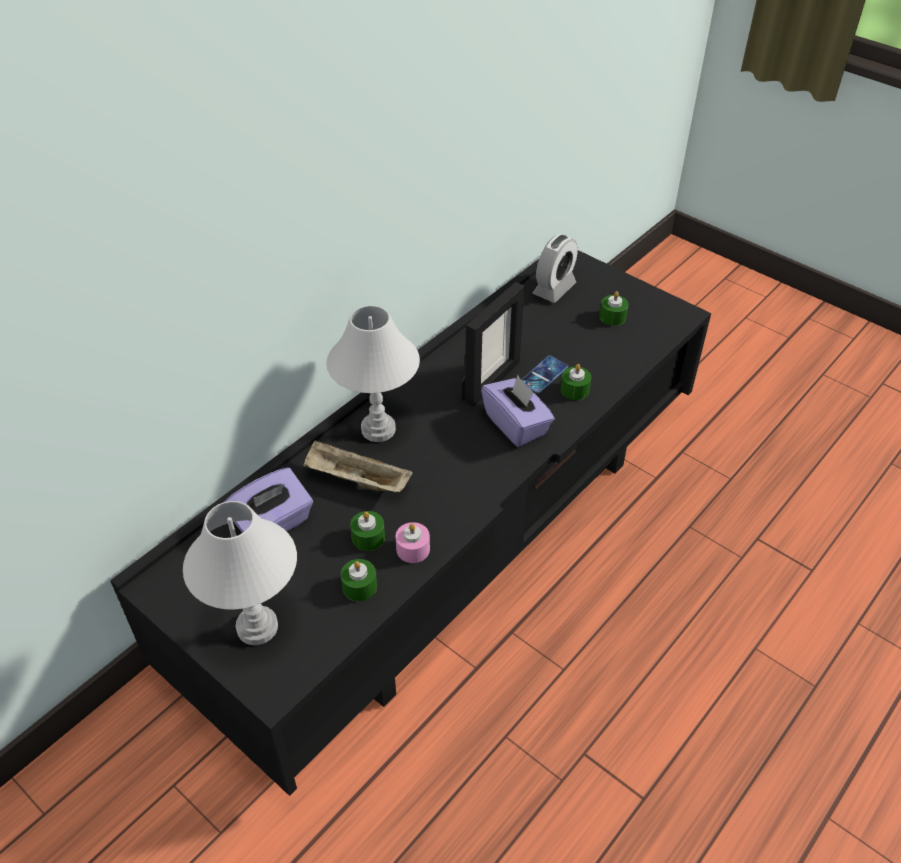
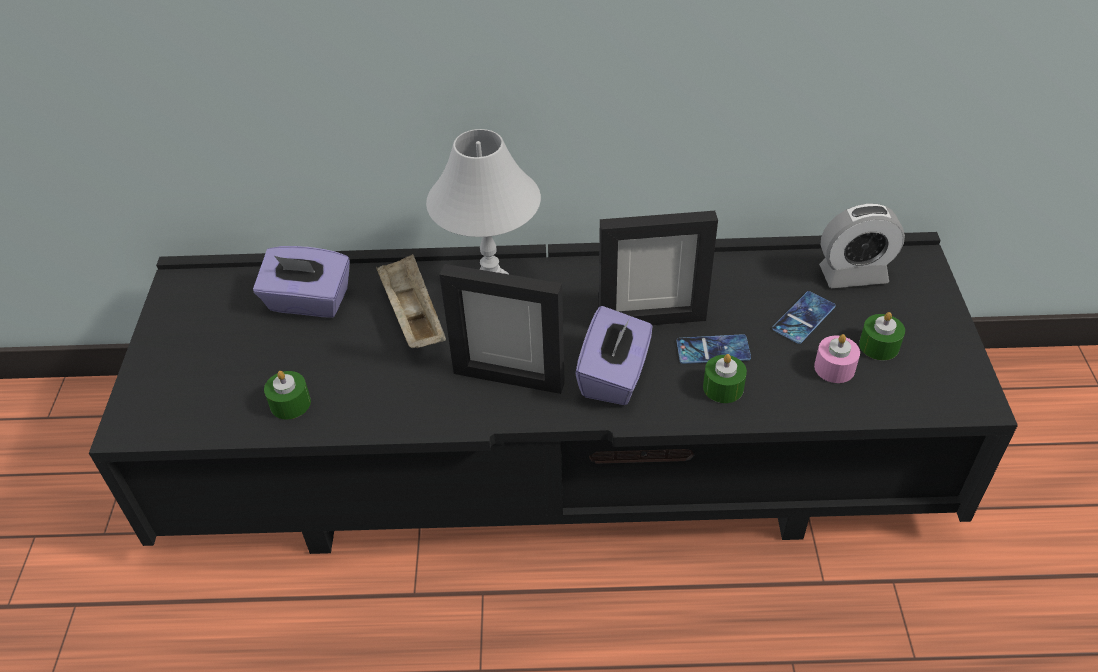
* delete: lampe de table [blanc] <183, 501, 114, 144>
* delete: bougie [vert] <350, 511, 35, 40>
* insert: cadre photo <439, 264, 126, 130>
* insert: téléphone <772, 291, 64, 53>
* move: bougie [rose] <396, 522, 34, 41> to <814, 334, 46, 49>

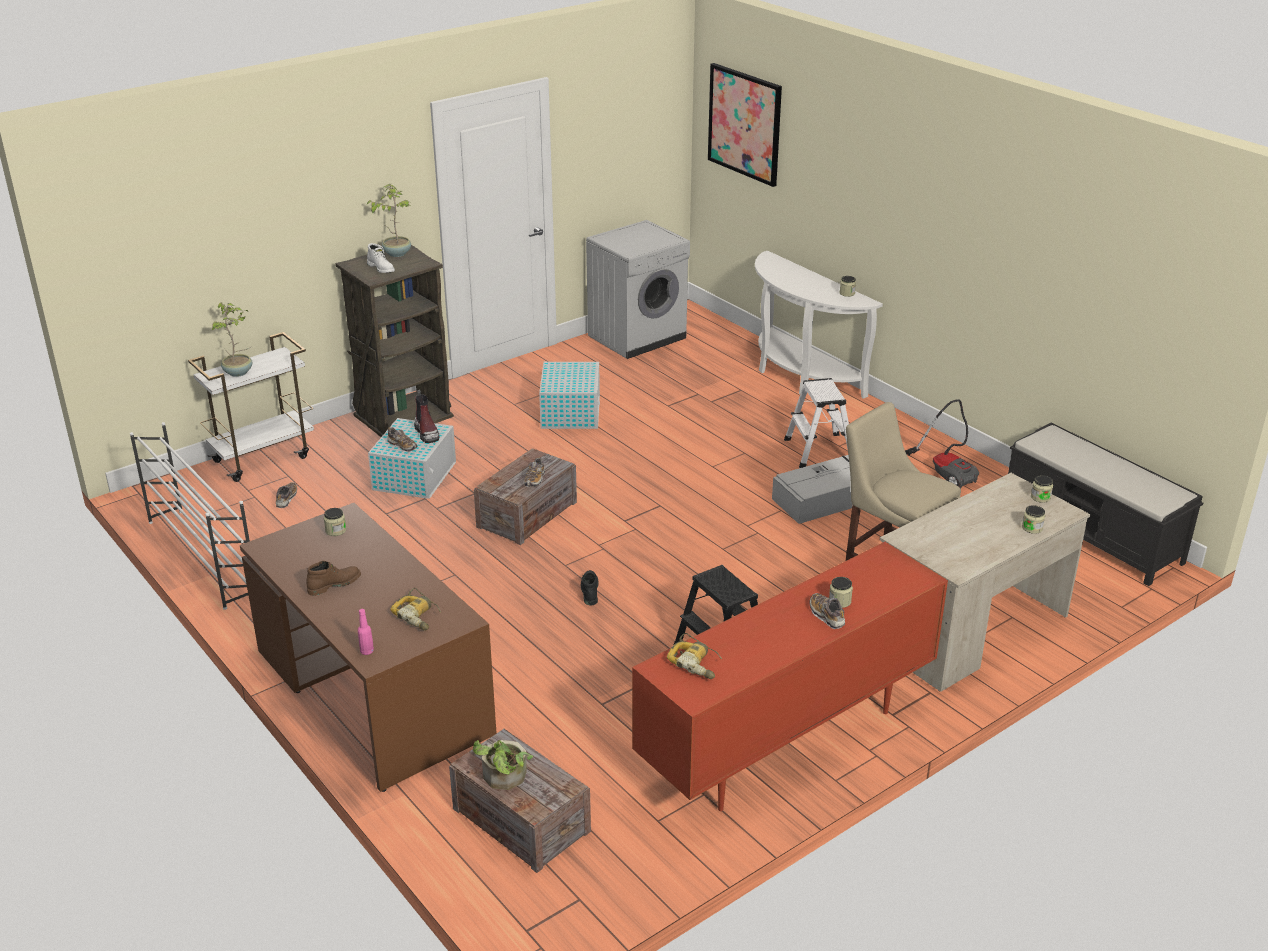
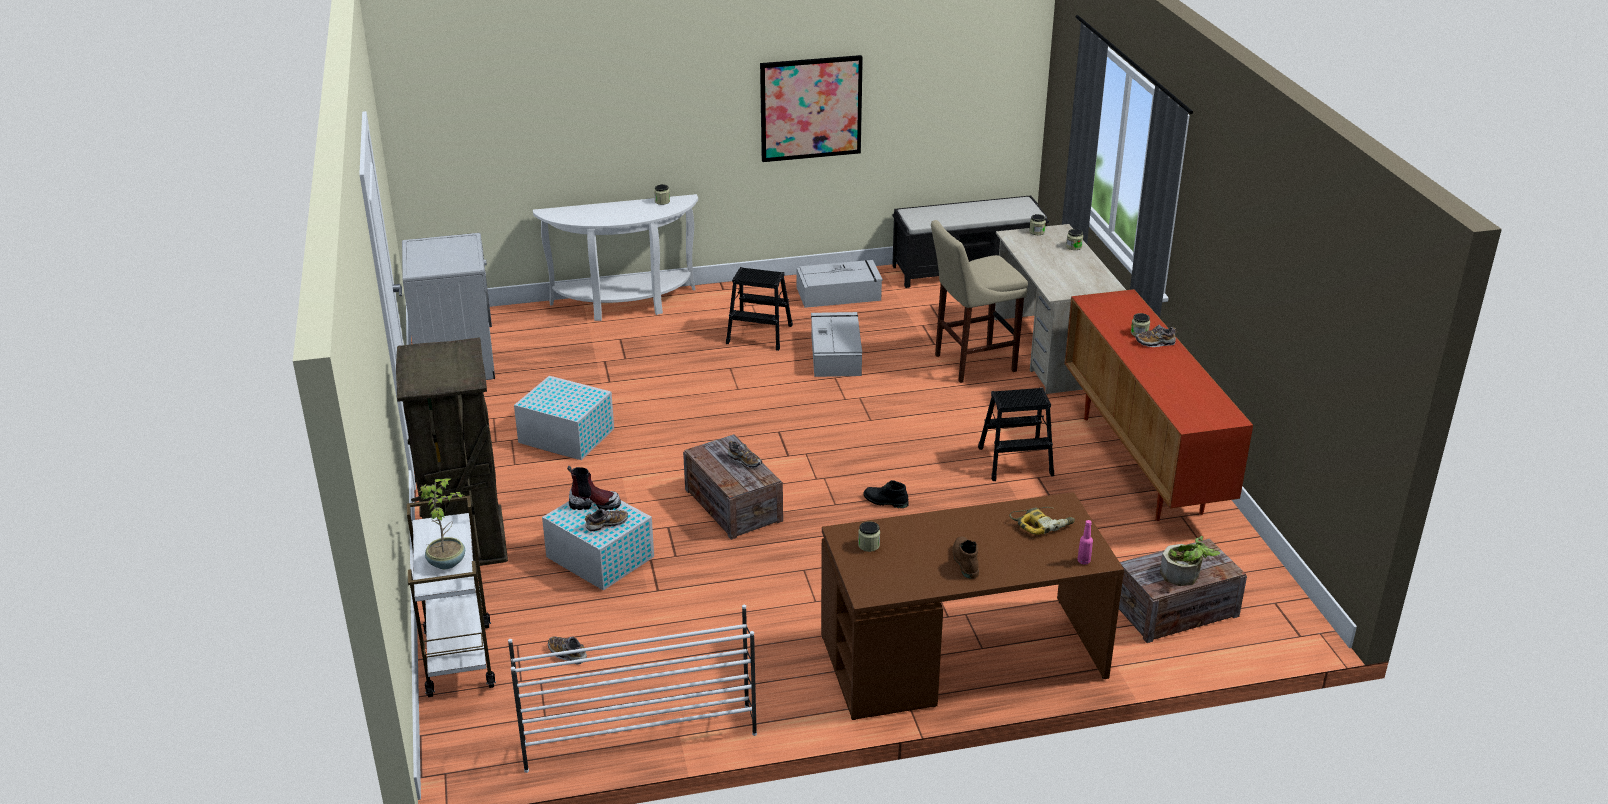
* delete: plante en pot <367, 184, 45, 73>
* delete: botte [blanc] <367, 243, 28, 30>
* delete: perceuse <667, 633, 55, 46>
* move: tableau <708, 63, 74, 124> to <760, 55, 103, 107>
* replace: aspirateur <905, 399, 74, 89> to boîte de rangement [gris] <796, 260, 87, 48>
* recolor: escabeau [blanc] <784, 378, 65, 90> to escabeau [noir] <726, 267, 67, 84>

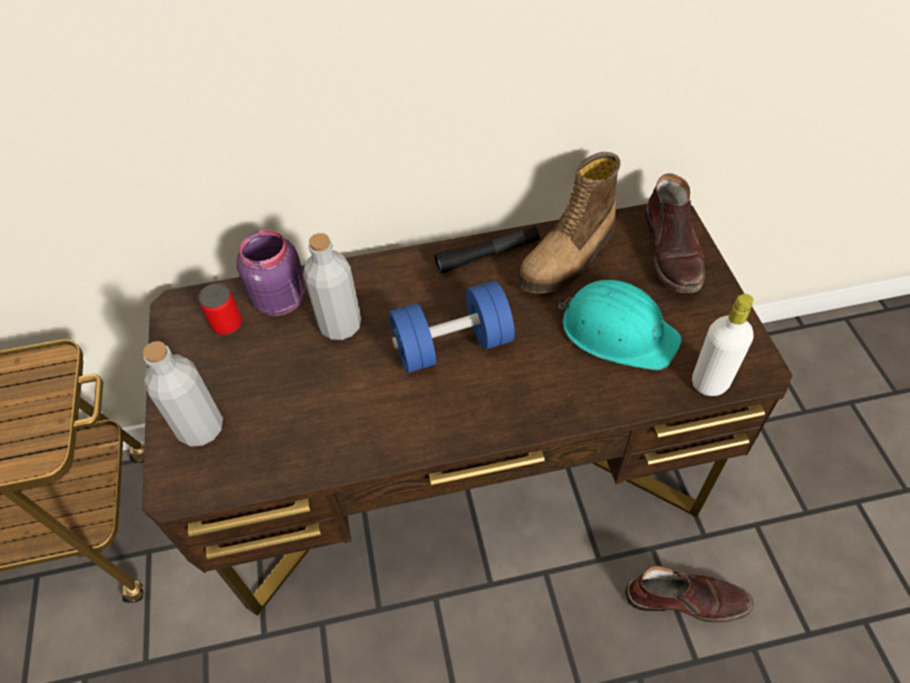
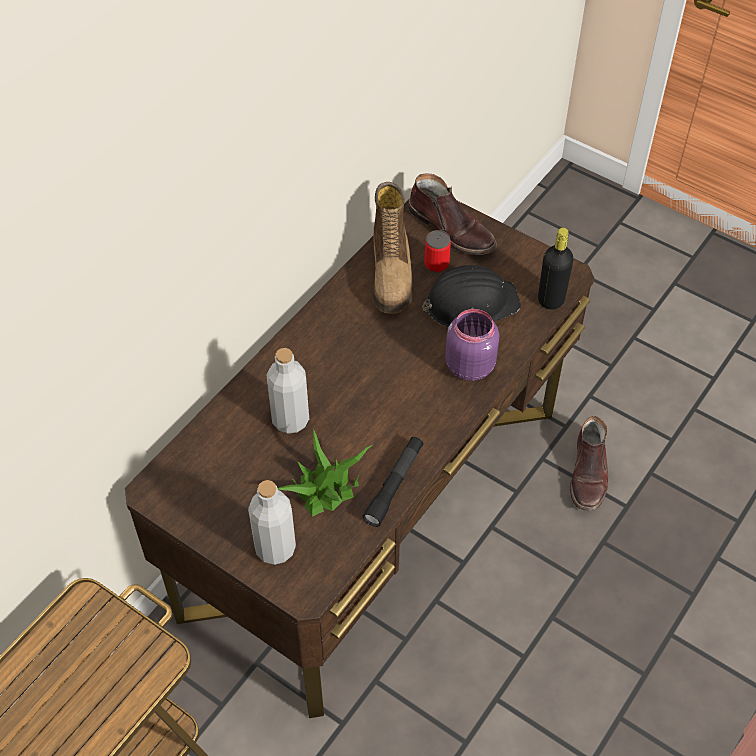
* delete: haltère [bleu] <389, 281, 126, 92>
* insert: plante en pot <278, 428, 95, 89>
* move: boîte métallique <199, 283, 43, 53> to <424, 230, 27, 43>
* move: bocal [violet] <237, 230, 69, 86> to <445, 309, 54, 72>
* move: lampe de poche [noir] <435, 227, 105, 47> to <362, 437, 61, 90>
* recolor: casque de chantier [turquoise] <558, 280, 124, 90> to casque de chantier [noir] <422, 265, 99, 62>
* recolor: bouteille [blanc] <692, 294, 62, 102> to bouteille [noir] <538, 228, 35, 82>
* rotate: botte [marron] <625, 566, 129, 57> = <570, 416, 38, 95> 135 degrees clockwise

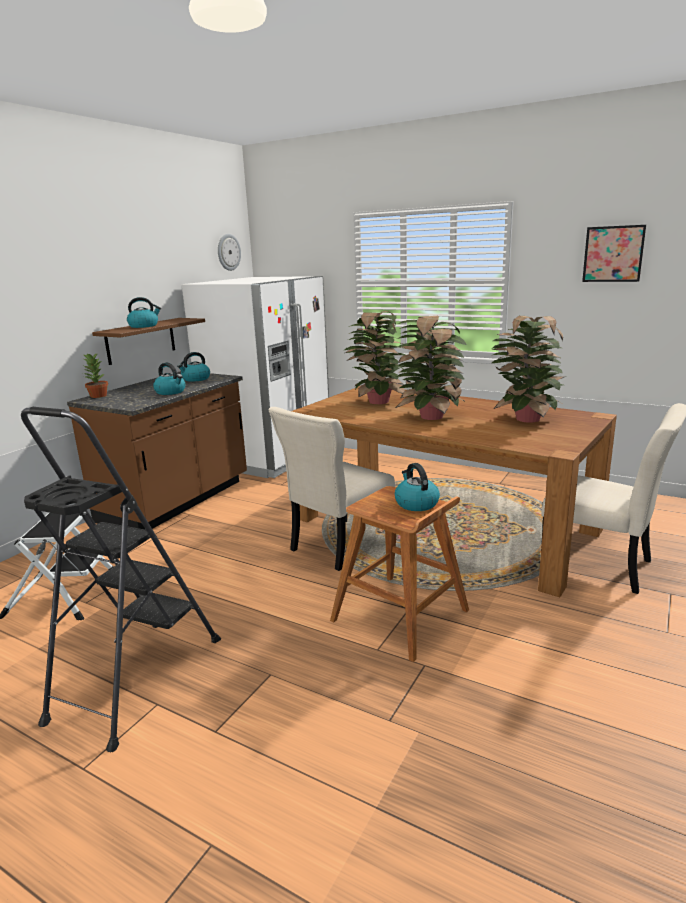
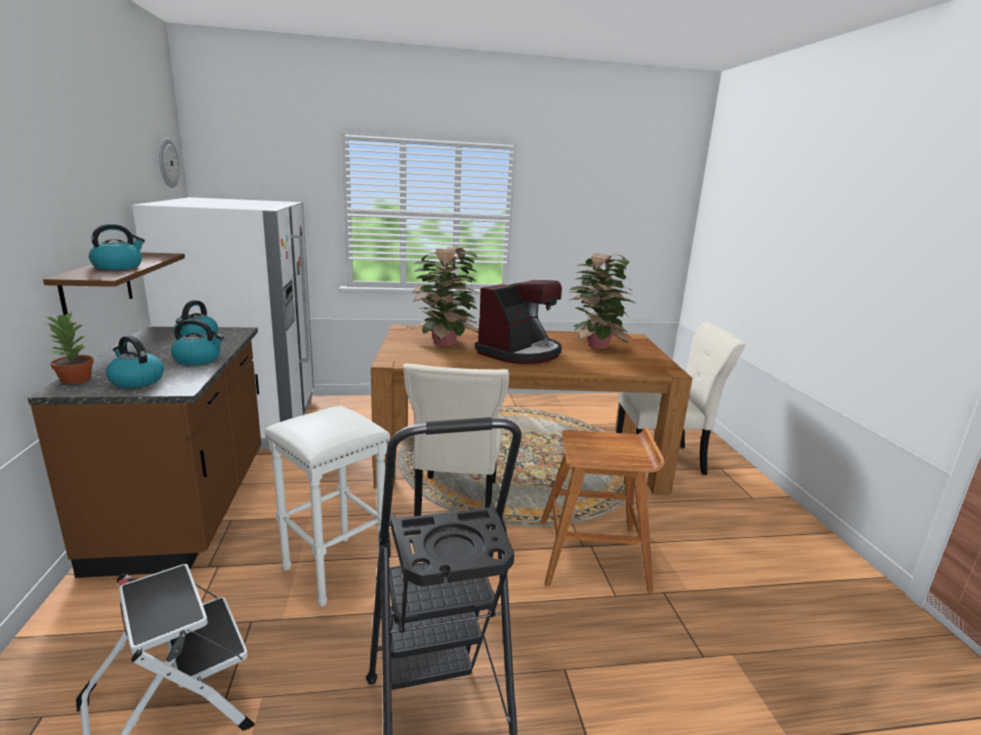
* delete: tableau <582, 225, 64, 57>
* insert: tabouret [blanc] <265, 406, 125, 201>
* move: bouilloire <395, 463, 45, 48> to <106, 335, 58, 53>
* replace: plante en pot <396, 316, 71, 104> to machine à café <475, 280, 87, 84>

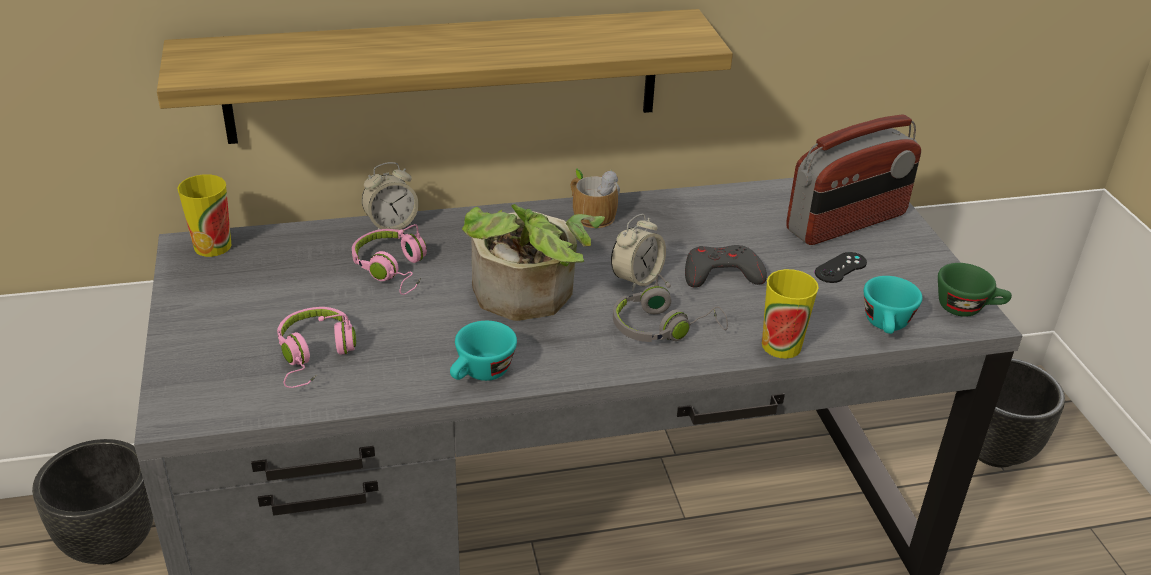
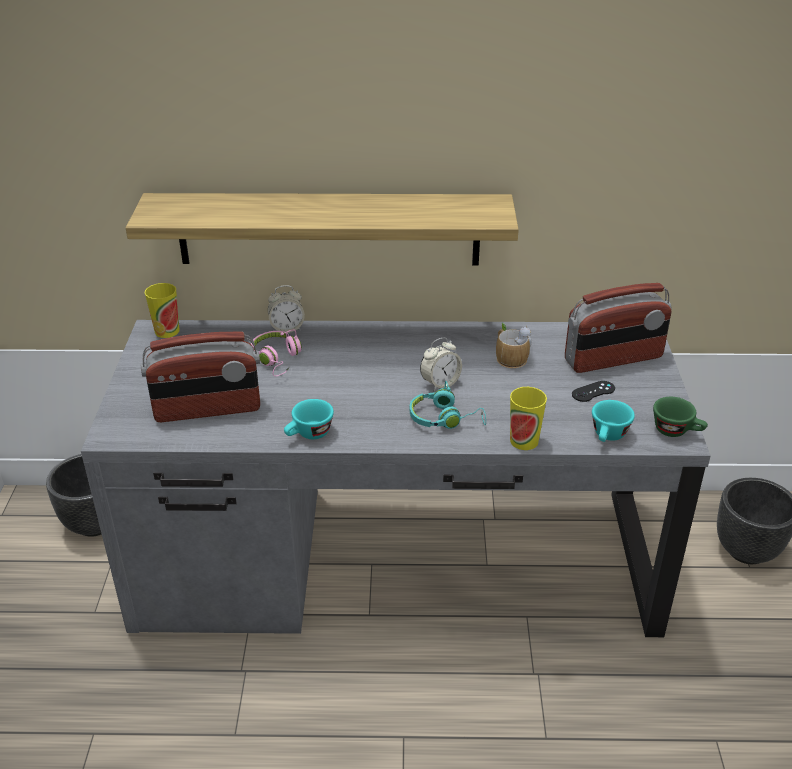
* delete: plante en pot <462, 204, 143, 117>
* delete: manette [gris] <685, 245, 82, 43>
* move: mug <570, 169, 50, 59> to <496, 323, 36, 45>
* replace: casque audio [rose] <277, 307, 79, 81> to radio <141, 332, 119, 90>
* recolor: casque audio [gris] <613, 274, 115, 68> to casque audio [turquoise] <410, 381, 76, 48>

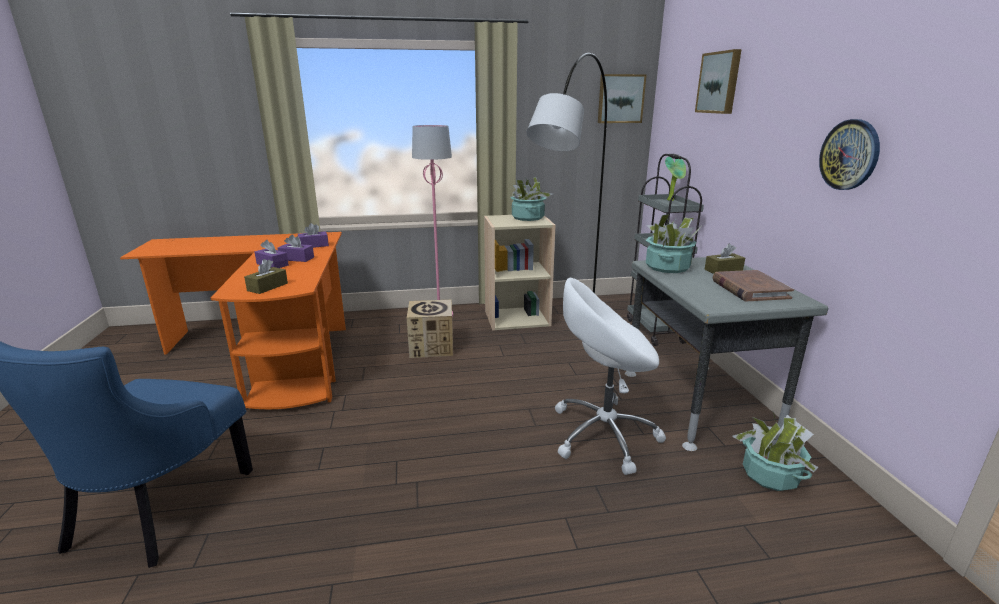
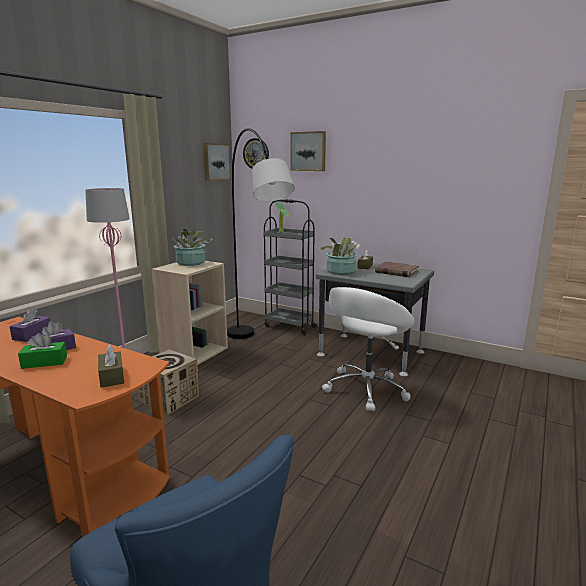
* delete: plante en pot <732, 412, 87, 79>
* move: horloge murale <819, 119, 61, 71> to <243, 138, 26, 31>
* recolor: boîte à mouchoirs [violet] <255, 240, 34, 28> to boîte à mouchoirs [vert] <18, 333, 49, 36>

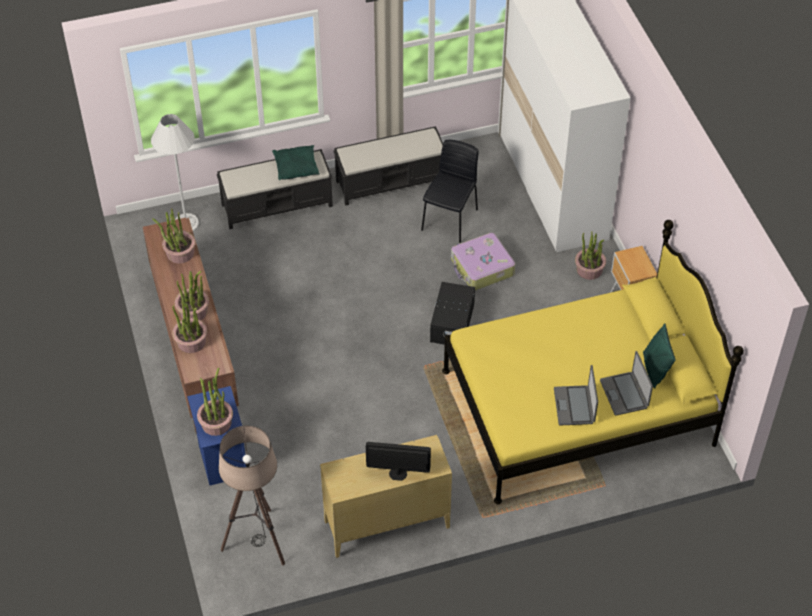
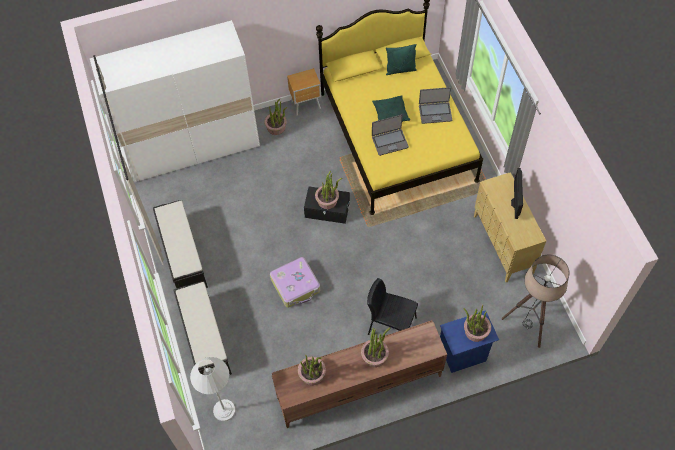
* move: plante en pot <172, 301, 35, 52> to <315, 171, 27, 38>
* move: coussin [vert] <272, 145, 48, 35> to <372, 95, 38, 27>
* move: chaise [noir] <421, 140, 58, 103> to <367, 278, 51, 57>
* move: valise <451, 233, 64, 57> to <270, 257, 50, 51>
* move: ordinateur portable <600, 351, 53, 65> to <372, 115, 37, 41>

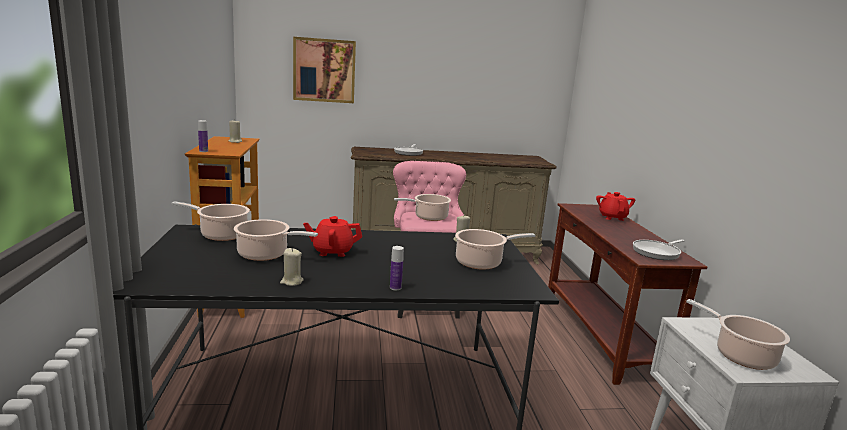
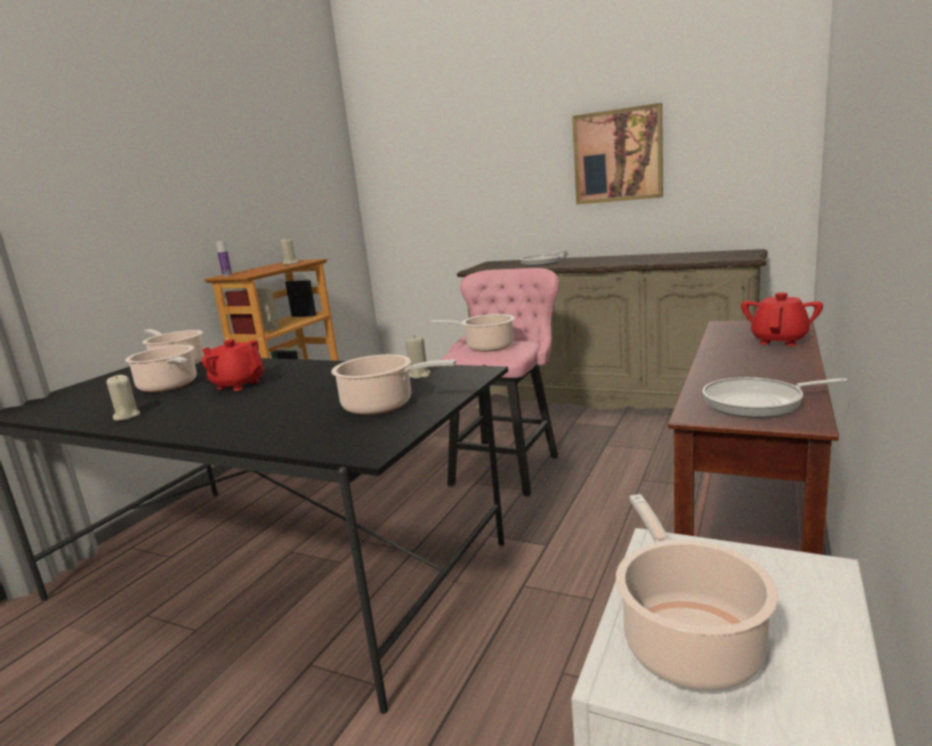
* delete: bouteille <390, 246, 14, 44>
* move: tableau <293, 37, 63, 66> to <572, 103, 91, 102>

